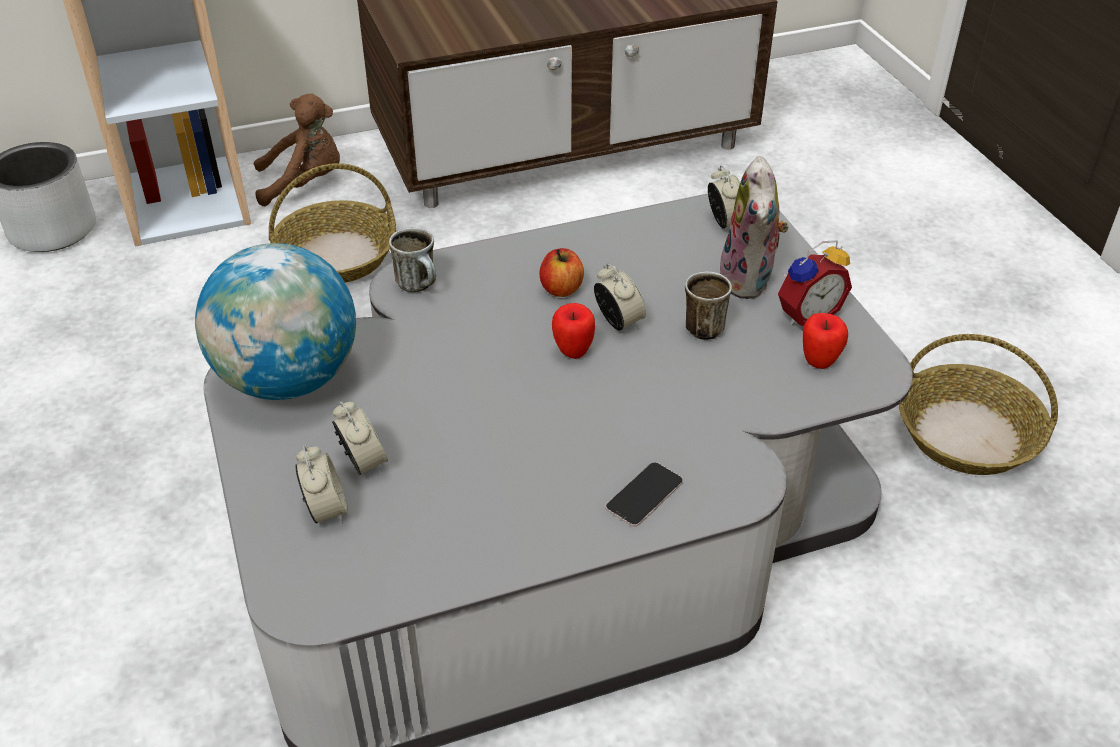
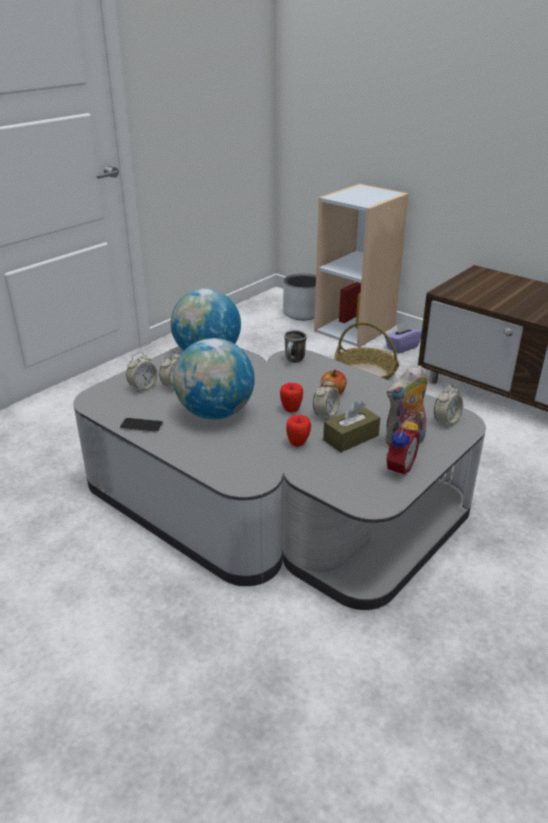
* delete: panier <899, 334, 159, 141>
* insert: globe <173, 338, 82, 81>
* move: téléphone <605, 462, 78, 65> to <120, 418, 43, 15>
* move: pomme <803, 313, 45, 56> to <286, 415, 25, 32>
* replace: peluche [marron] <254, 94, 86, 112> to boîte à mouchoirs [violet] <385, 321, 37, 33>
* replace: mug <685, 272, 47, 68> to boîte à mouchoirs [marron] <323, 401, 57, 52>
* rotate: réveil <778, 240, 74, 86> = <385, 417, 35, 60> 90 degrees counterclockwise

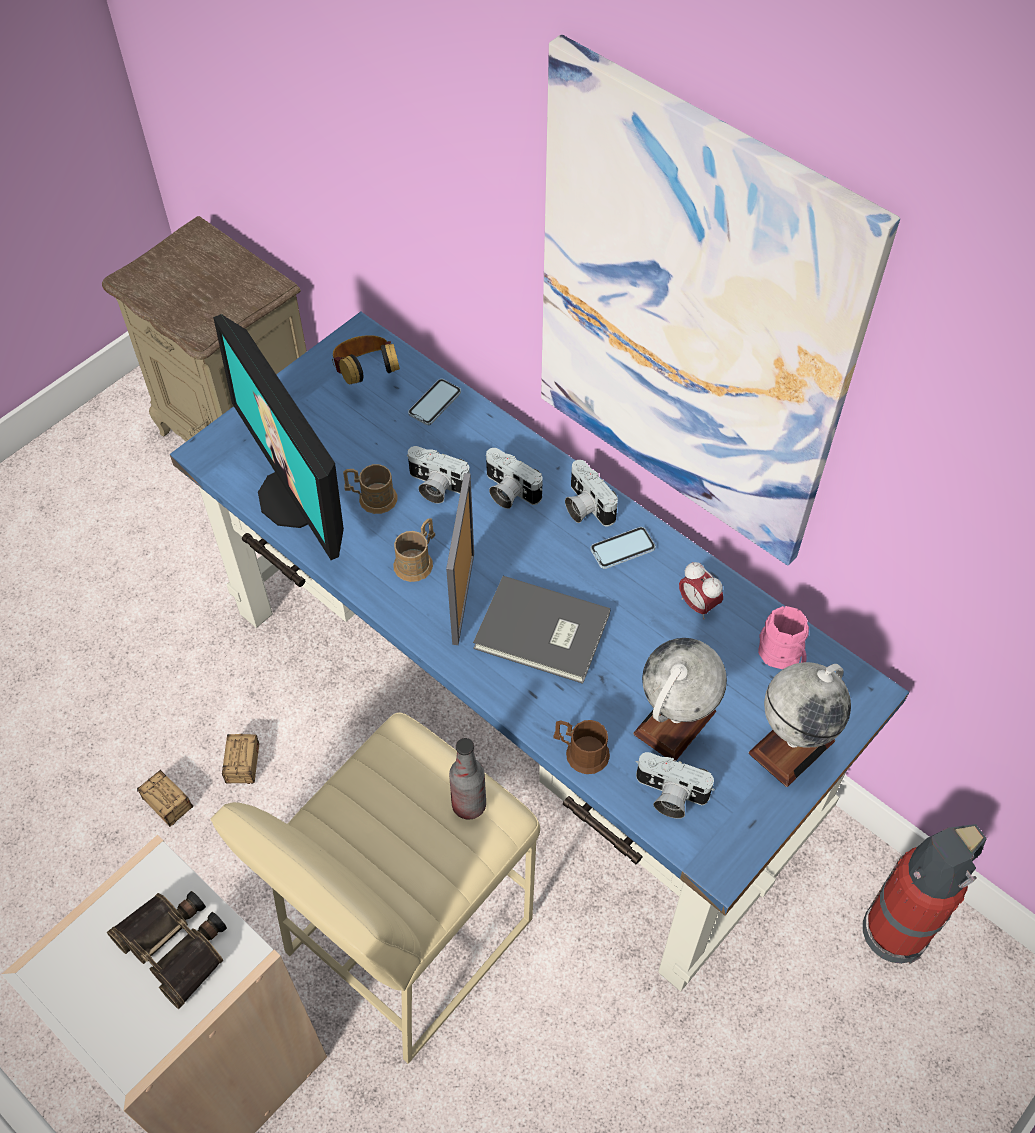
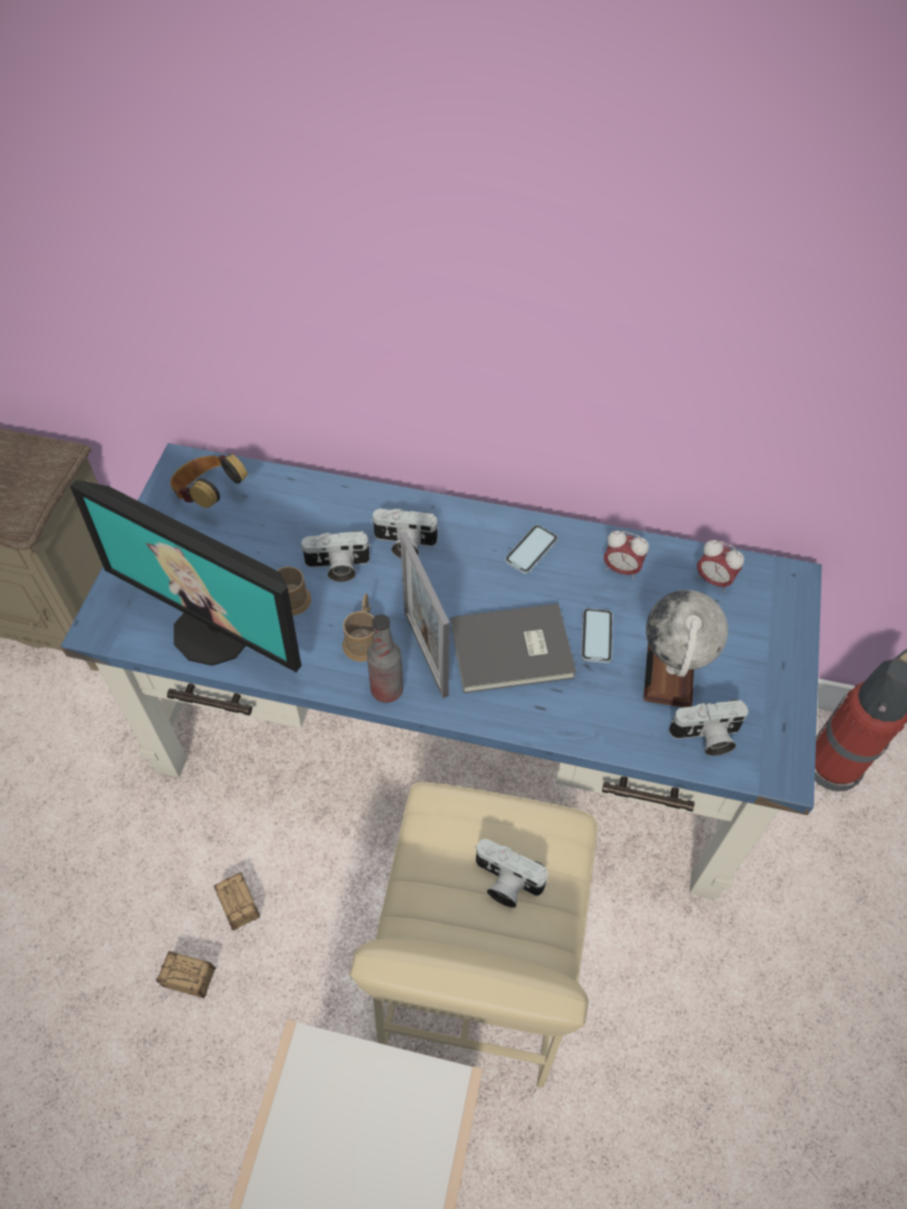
* delete: jumelles <107, 891, 120, 118>
* delete: tableau <541, 35, 359, 530>
* delete: mug [marron] <553, 720, 57, 54>
* delete: globe <749, 662, 102, 125>
* move: téléphone <408, 379, 53, 46> to <581, 608, 32, 55>
* move: bouteille <449, 738, 37, 81> to <367, 614, 36, 89>
* move: appareil photo <565, 460, 53, 66> to <475, 839, 74, 69>
* replace: mug [rose] <758, 606, 51, 63> to réveil <697, 540, 47, 52>

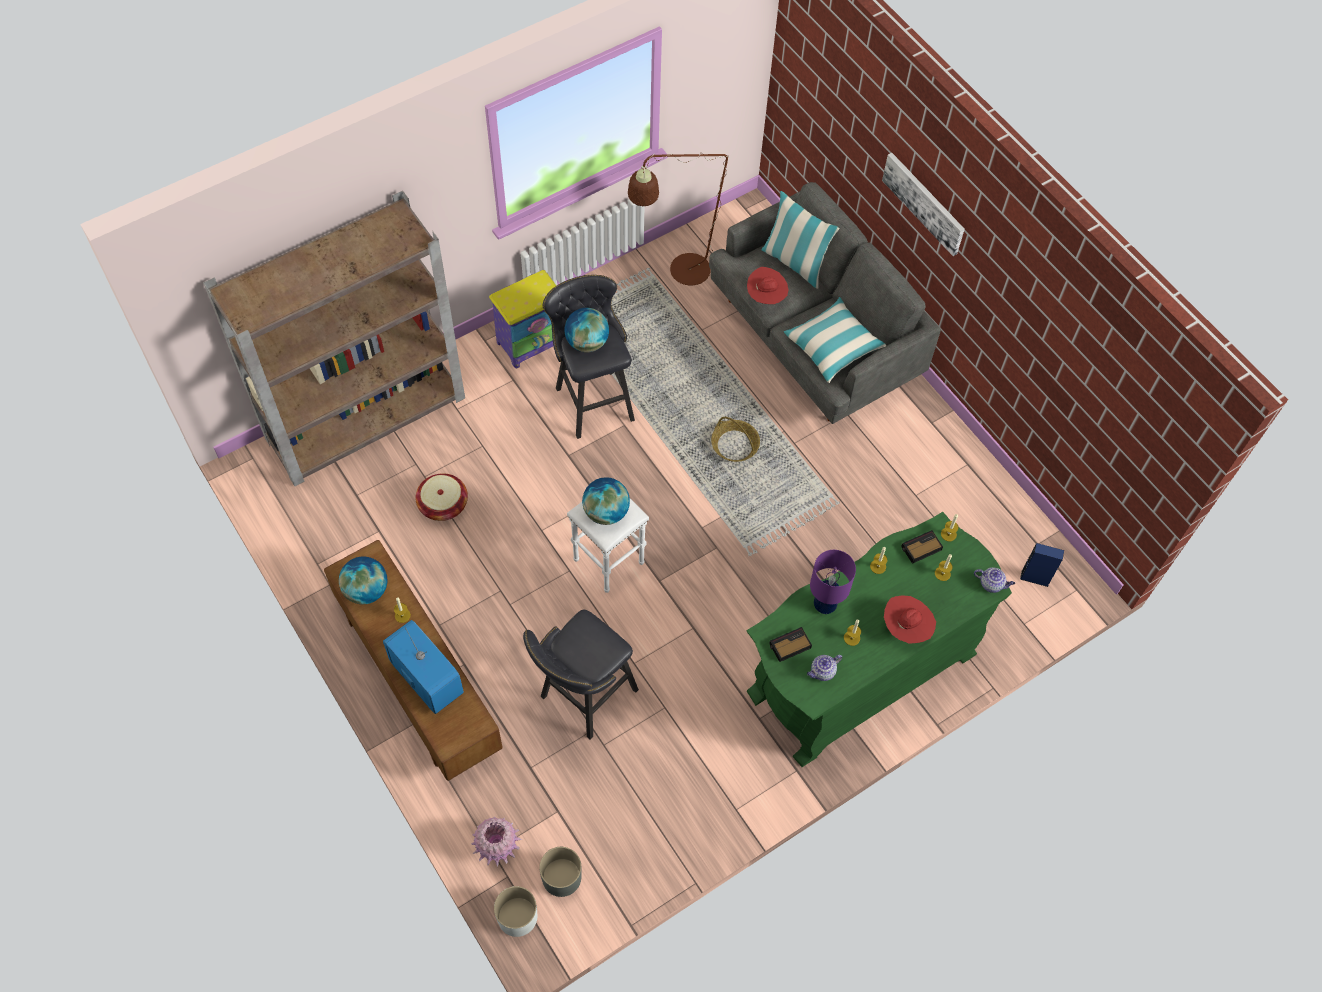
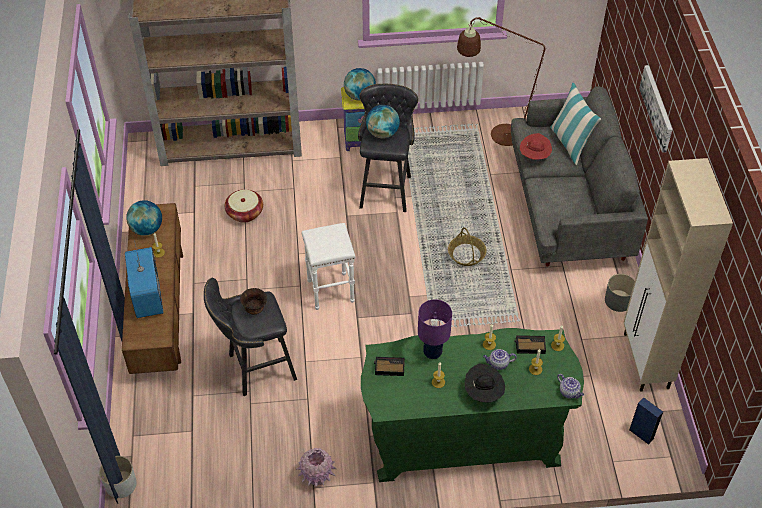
* delete: coussin <784, 297, 102, 86>
* insert: bol [marron] <240, 288, 27, 26>
* insert: meuble de rangement [beige] <623, 158, 110, 234>
* move: vase [rose] <471, 817, 51, 50> to <297, 448, 39, 38>
* move: cache-pot [gris] <539, 847, 43, 50> to <605, 274, 30, 38>
* move: globe <582, 477, 48, 48> to <344, 68, 32, 33>
* move: théière <807, 655, 35, 26> to <483, 349, 34, 21>
* recolor: chapeau [rouge] <884, 595, 52, 49> to chapeau [noir] <465, 363, 40, 39>

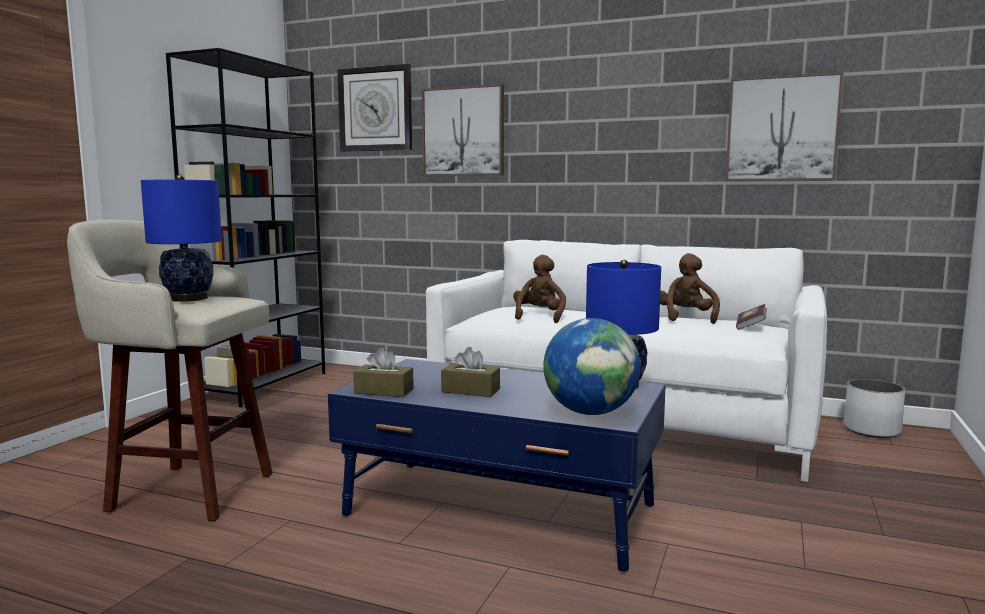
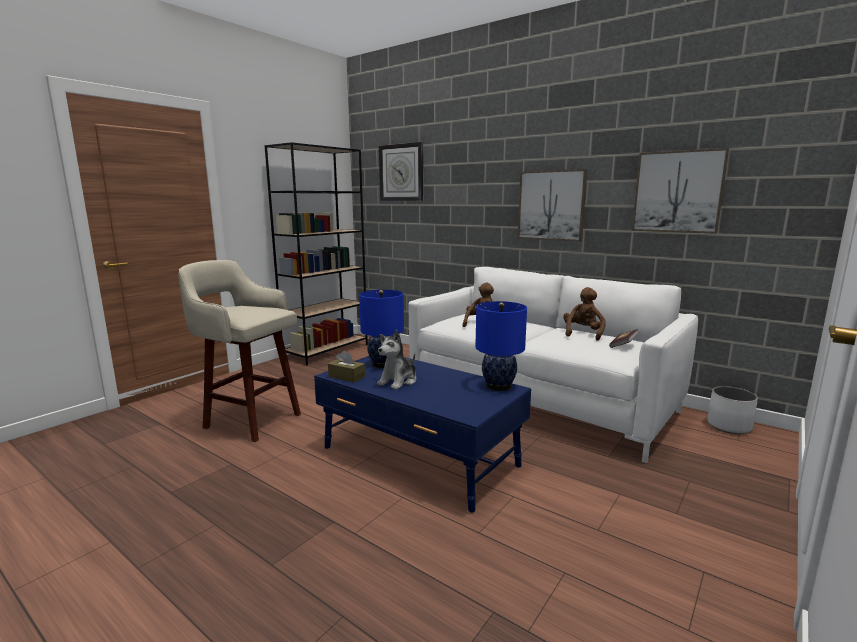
* delete: globe <543, 318, 98, 97>
* move: lampe de table [bleu] <141, 174, 81, 128> to <359, 290, 45, 78>
* move: tableau <422, 84, 82, 92> to <518, 169, 69, 72>
* replace: boîte à mouchoirs [marron] <441, 347, 59, 50> to peluche <377, 330, 39, 60>
* recolor: bibliothèque [noir] <166, 48, 159, 359> to bibliothèque [beige] <264, 142, 104, 224>

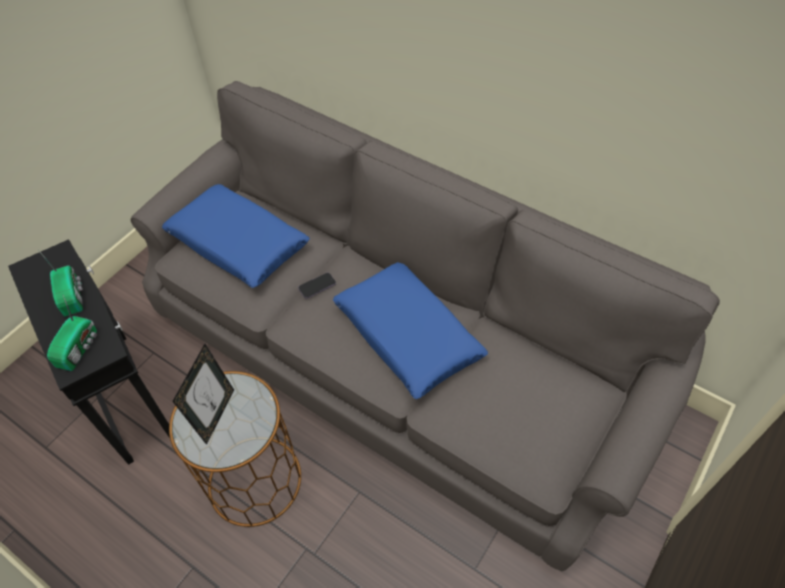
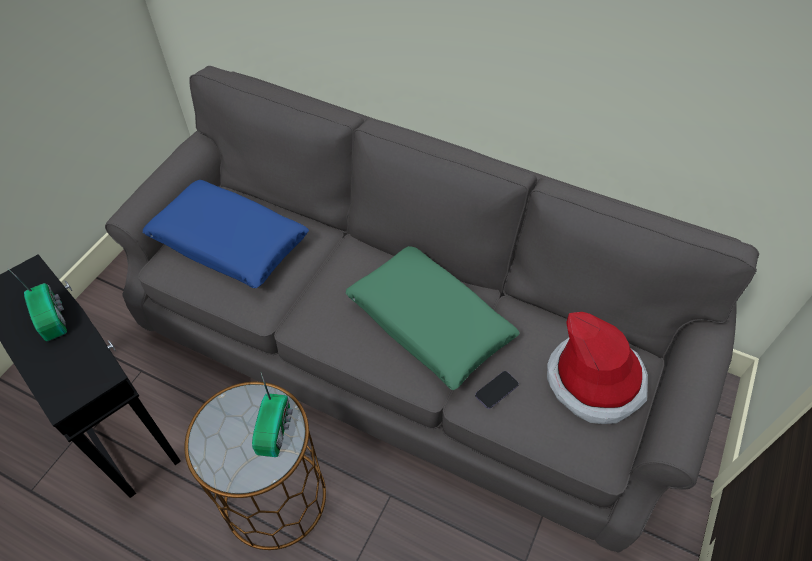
* delete: cadre photo <172, 344, 62, 101>
* insert: chapeau <547, 312, 101, 112>
* move: radio <47, 295, 50, 76> to <252, 373, 41, 84>
* move: téléphone <298, 273, 38, 26> to <475, 371, 44, 38>
* recolor: coussin [bleu] <333, 262, 155, 137> to coussin [vert] <345, 246, 175, 144>

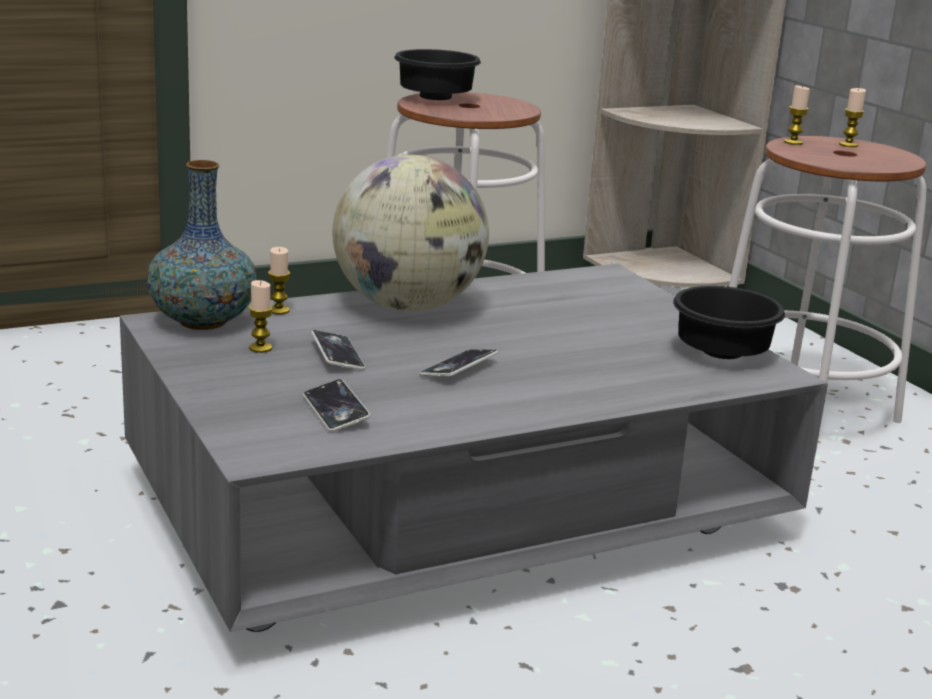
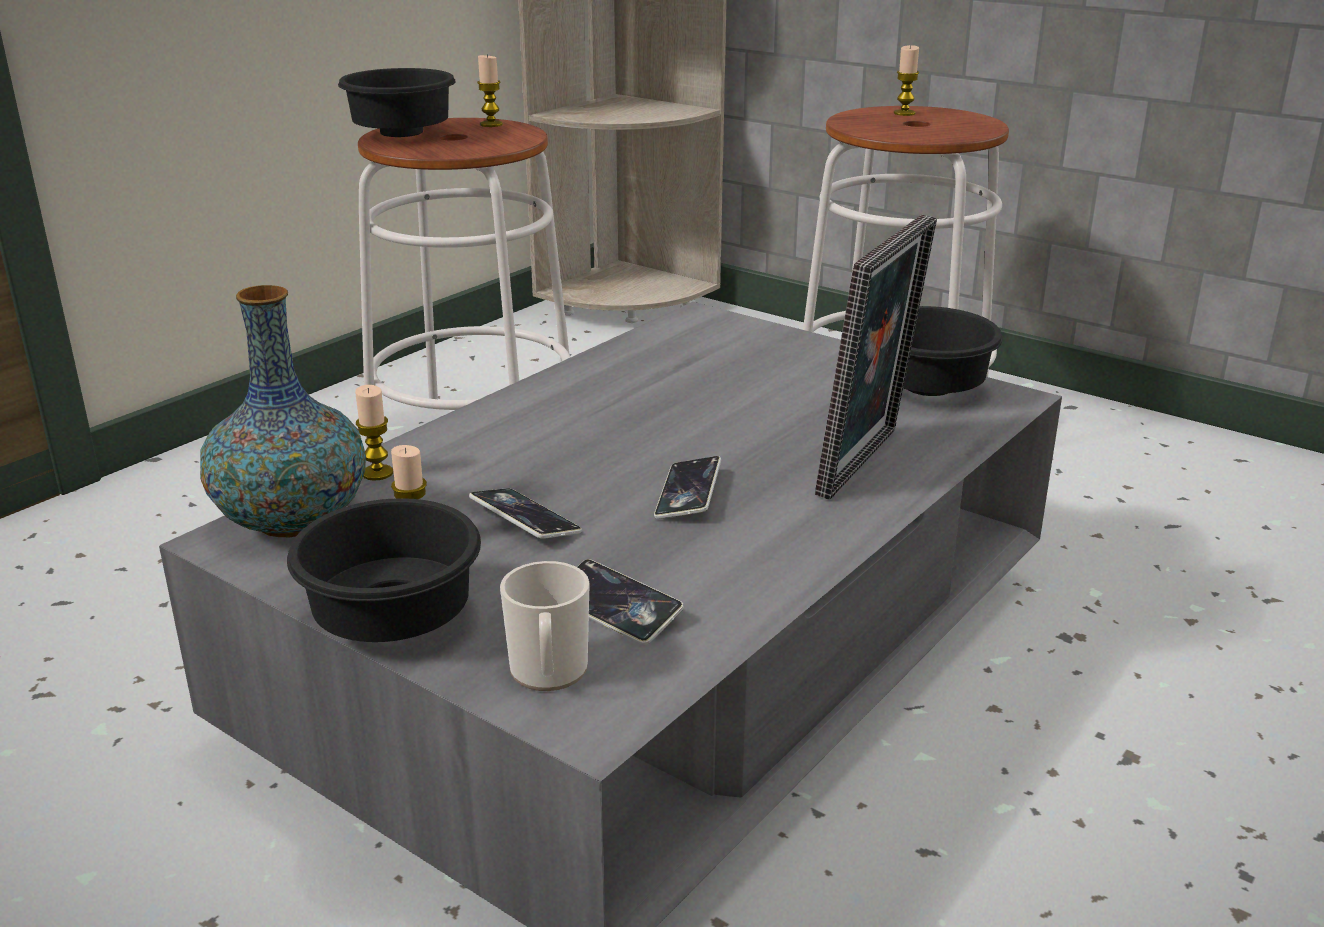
* delete: globe <333, 155, 156, 156>
* insert: bol [noir] <287, 498, 194, 144>
* insert: mug <500, 561, 89, 130>
* insert: cadre photo <815, 215, 122, 285>
* move: bougie <784, 85, 26, 60> to <477, 54, 26, 73>

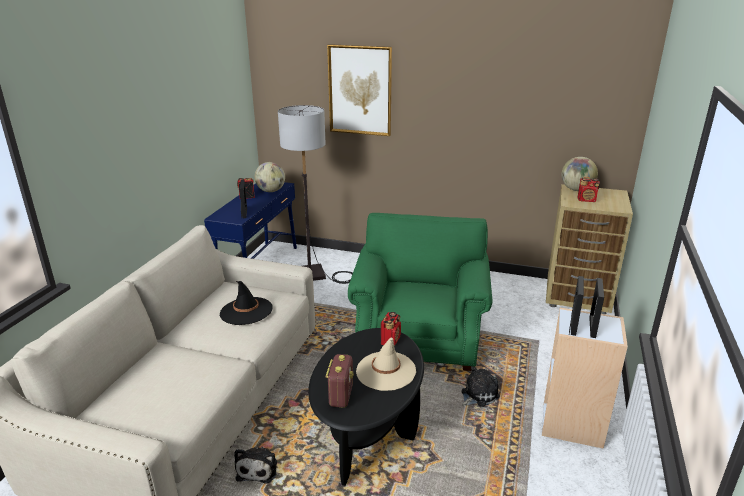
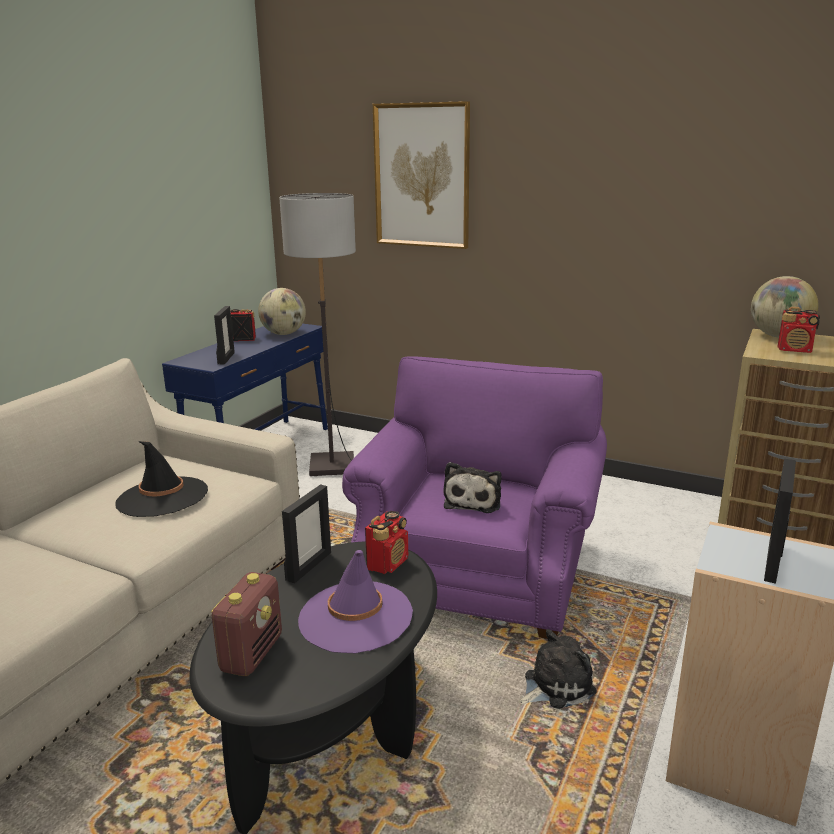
* move: peluche <234, 447, 43, 37> to <443, 462, 59, 51>
* move: cadre photo <569, 276, 15, 60> to <282, 484, 49, 99>
* recolor: fauteuil [vert] <348, 213, 145, 158> to fauteuil [violet] <342, 356, 265, 283>
* recolor: chapeau [beige] <356, 338, 60, 53> to chapeau [violet] <298, 550, 115, 103>

